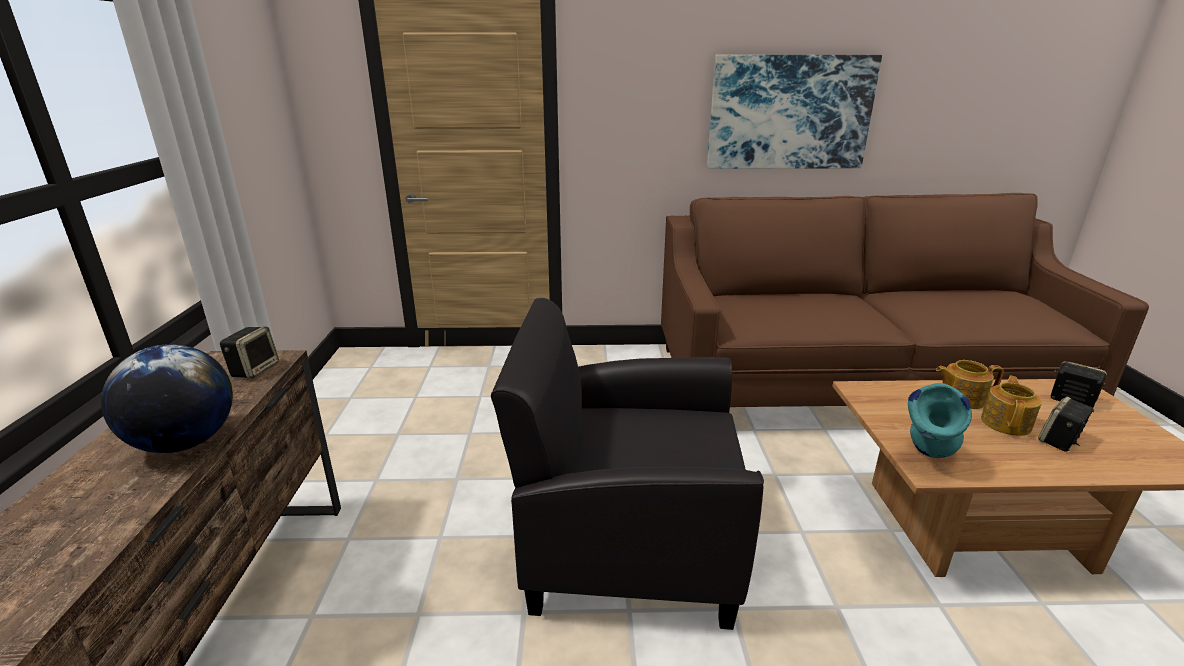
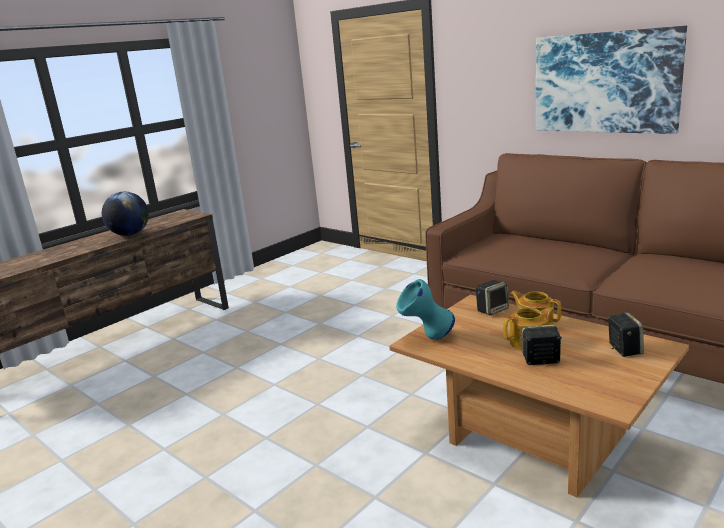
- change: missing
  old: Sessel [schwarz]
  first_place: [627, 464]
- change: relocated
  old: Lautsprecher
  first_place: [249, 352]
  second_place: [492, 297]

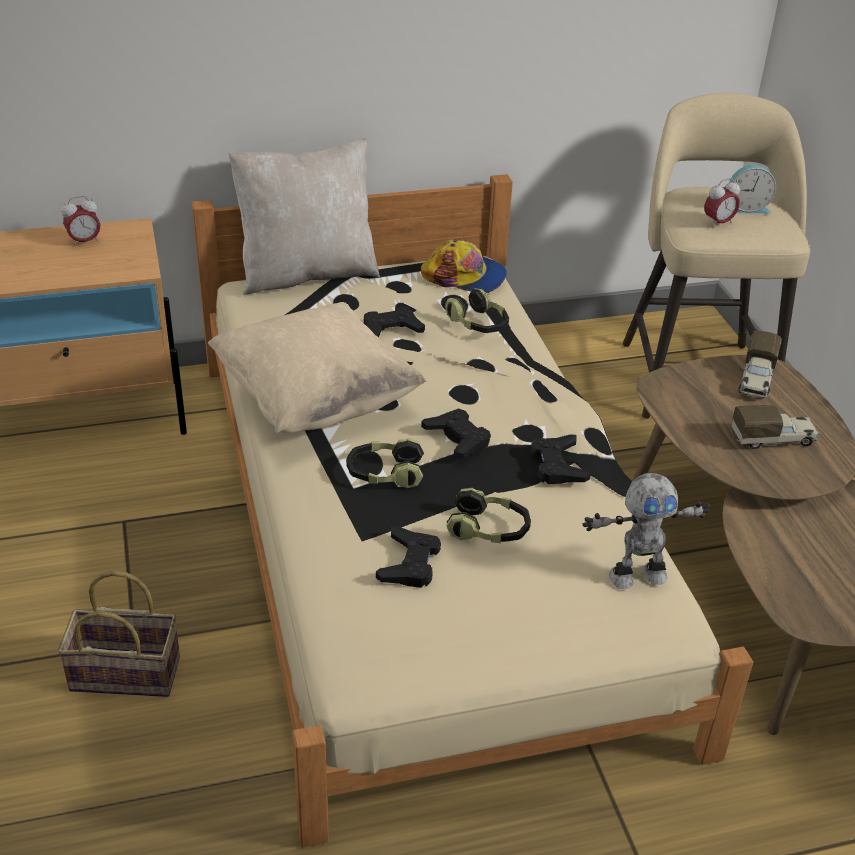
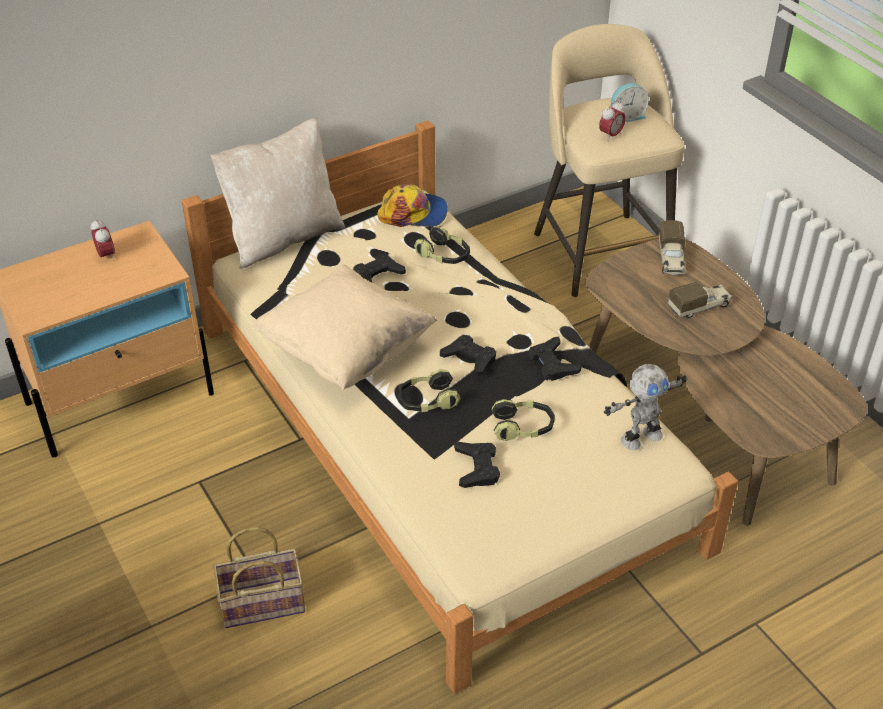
- change: spun
  old: Wecker
  first_place: [81, 221]
  second_place: [103, 240]
  degrees: -75

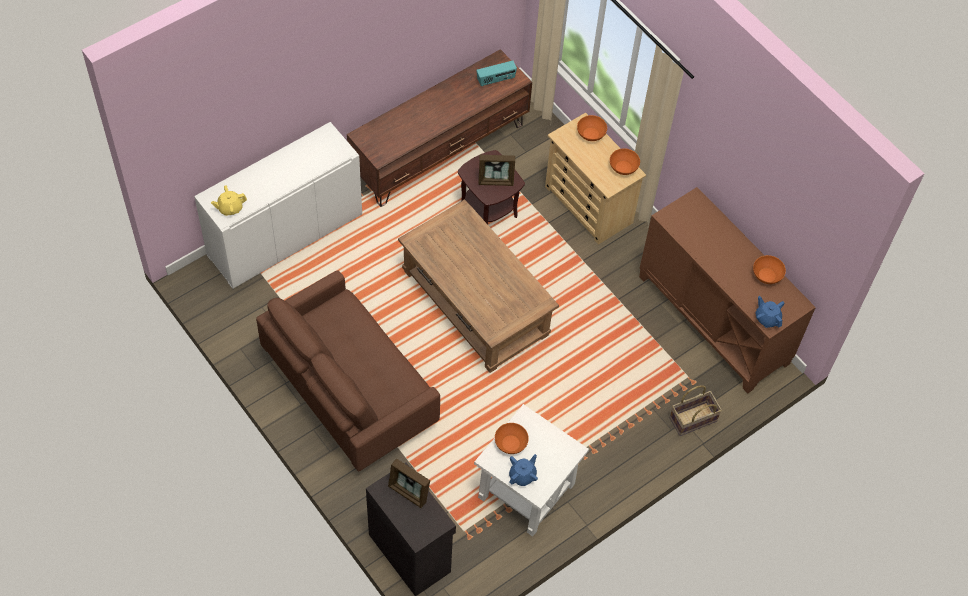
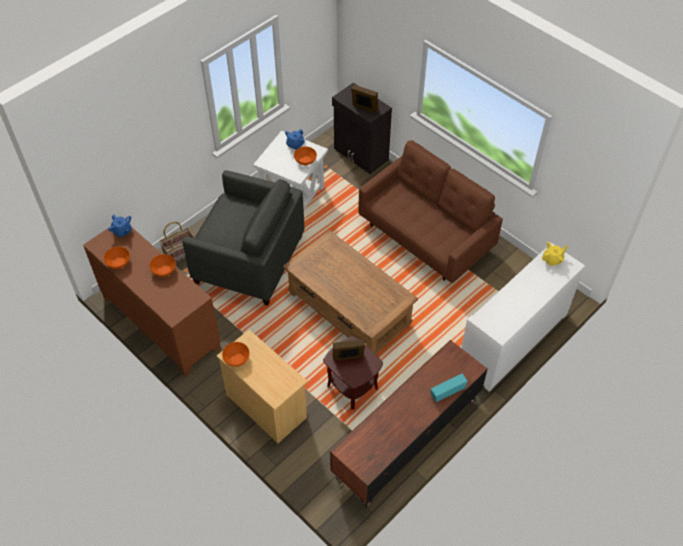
- change: relocated
  old: Radio
  first_place: [496, 73]
  second_place: [449, 388]
- change: relocated
  old: Schüssel [orange]
  first_place: [592, 128]
  second_place: [162, 265]
- change: appeared
  new: Sessel [grau]
  second_place: [243, 238]

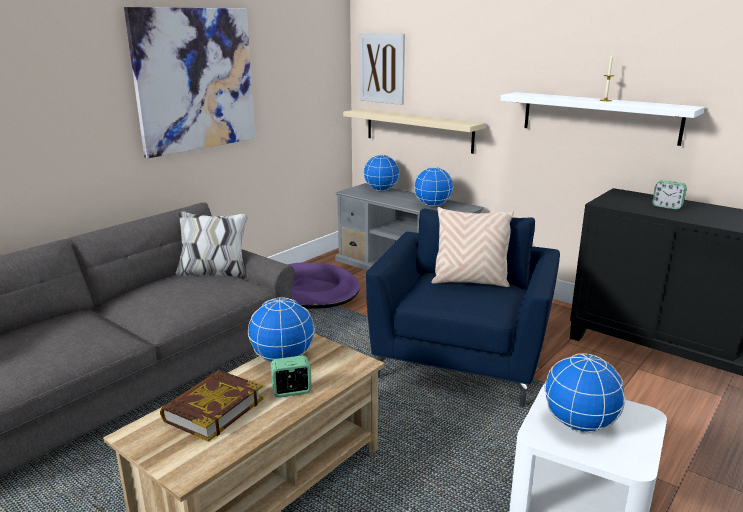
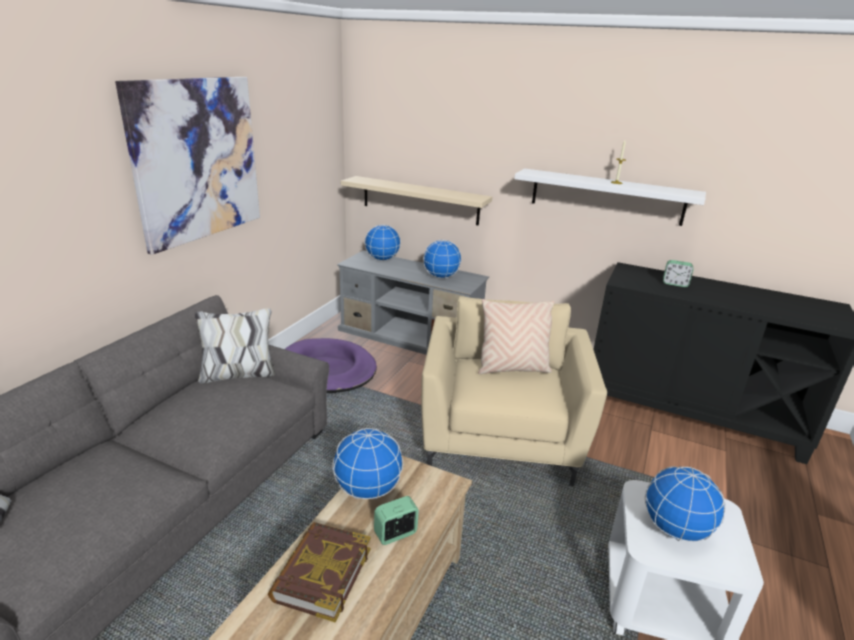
- change: missing
  old: Bild
  first_place: [382, 69]
- change: colour
  old: Sessel [blau]
  new: Sessel [beige]
  first_place: [463, 307]
  second_place: [514, 391]

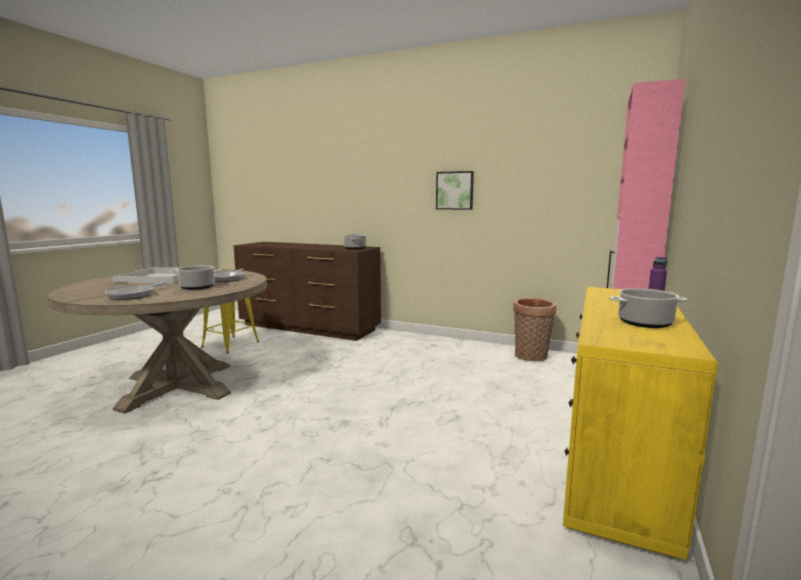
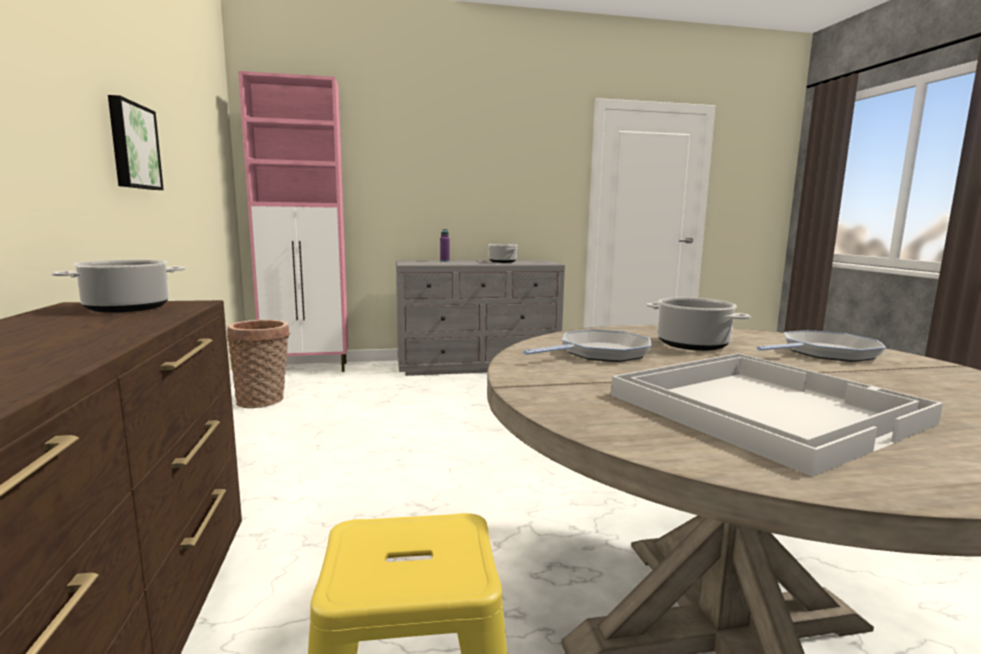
- change: colour
  old: Kommode [gelb]
  new: Kommode [grau]
  first_place: [640, 423]
  second_place: [480, 318]

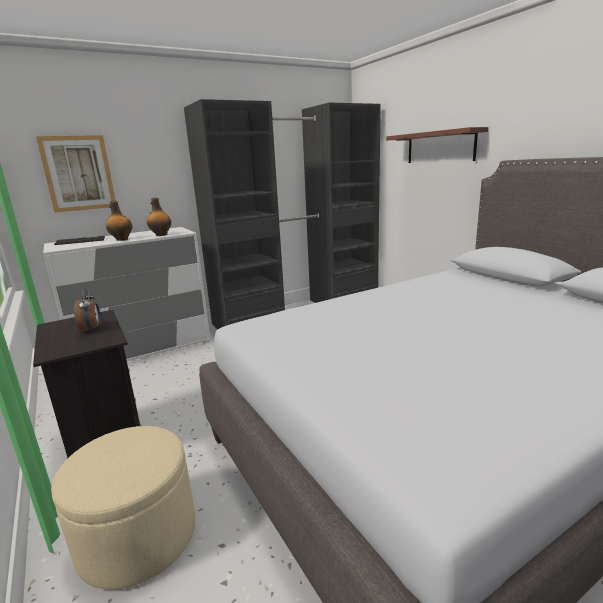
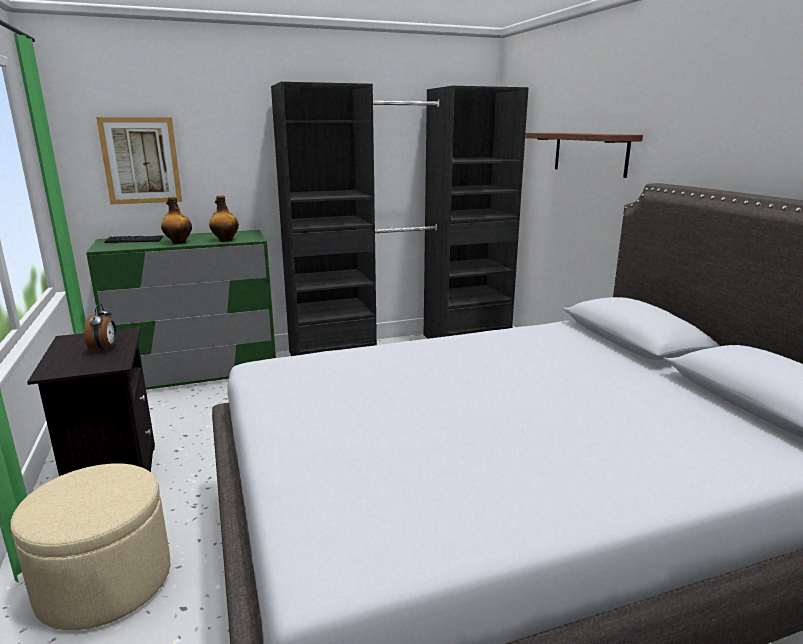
- change: colour
  old: Kommode [weiß]
  new: Kommode [grün]
  first_place: [126, 294]
  second_place: [181, 310]

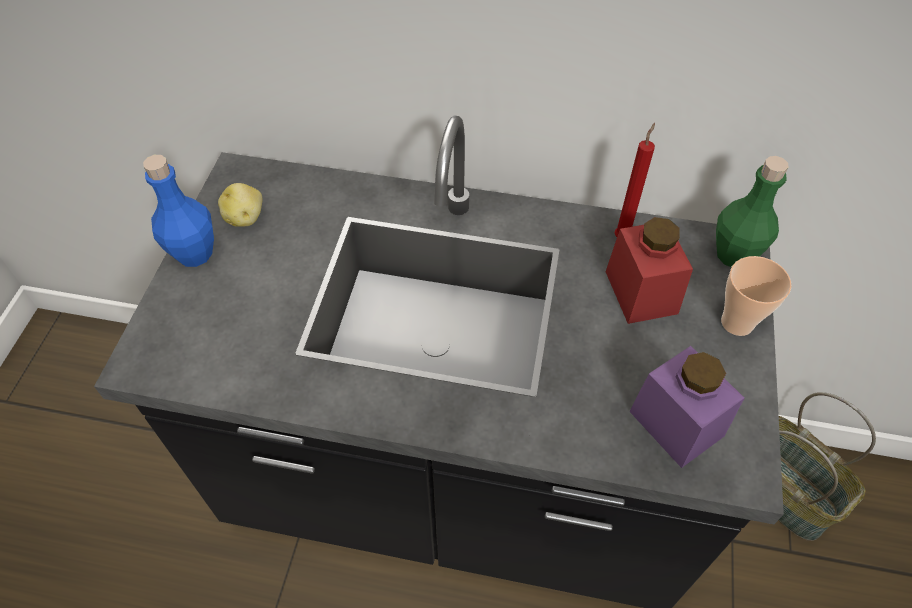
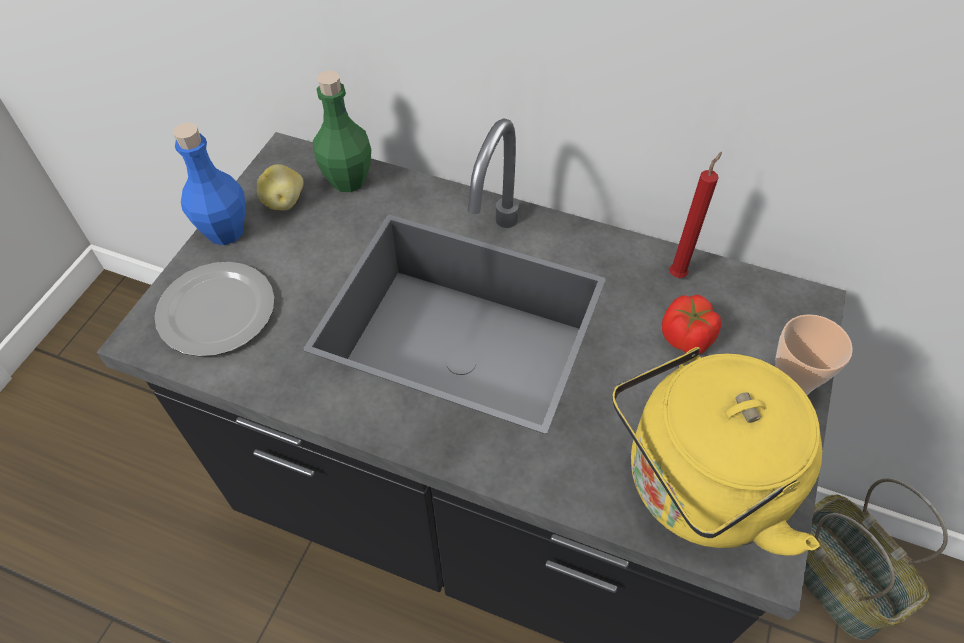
- change: relocated
  old: Flasche [grün]
  first_place: [752, 211]
  second_place: [342, 131]
- change: exchanged
  old: Vorratsglas [rot]
  new: Tomate
  first_place: [649, 270]
  second_place: [691, 324]
- change: exchanged
  old: Vorratsglas [lila]
  new: Wasserkessel [gelb]
  first_place: [686, 407]
  second_place: [717, 451]
- change: appeared
  new: Teller
  second_place: [214, 309]

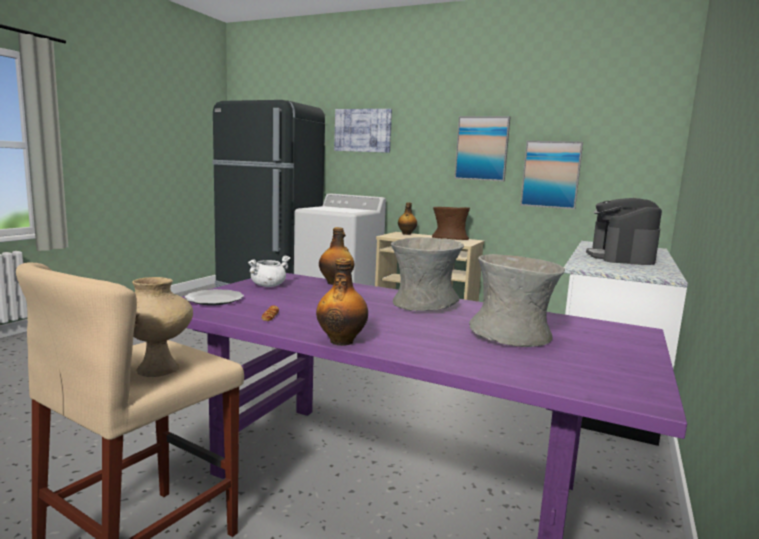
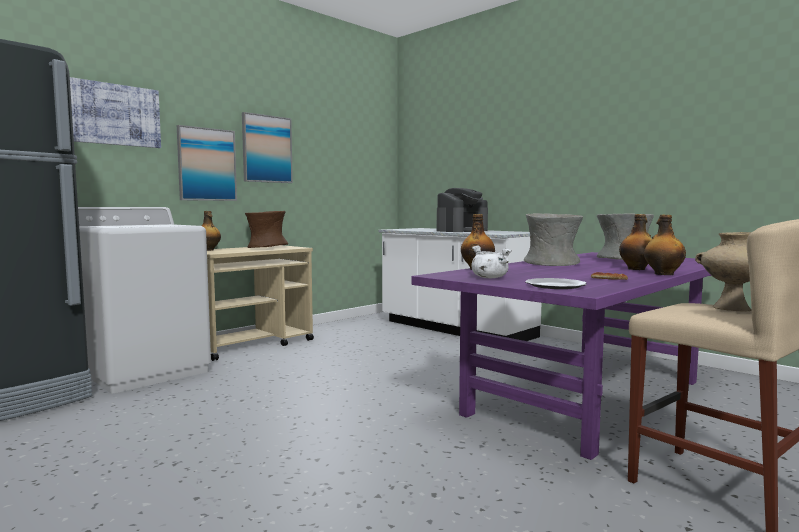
- change: relocated
  old: Bild
  first_place: [551, 175]
  second_place: [207, 163]
- change: spun
  old: Kaffeemaschine
  first_place: [624, 231]
  second_place: [462, 210]
  degrees: -75
- change: appeared
  new: Flasche
  second_place: [635, 242]

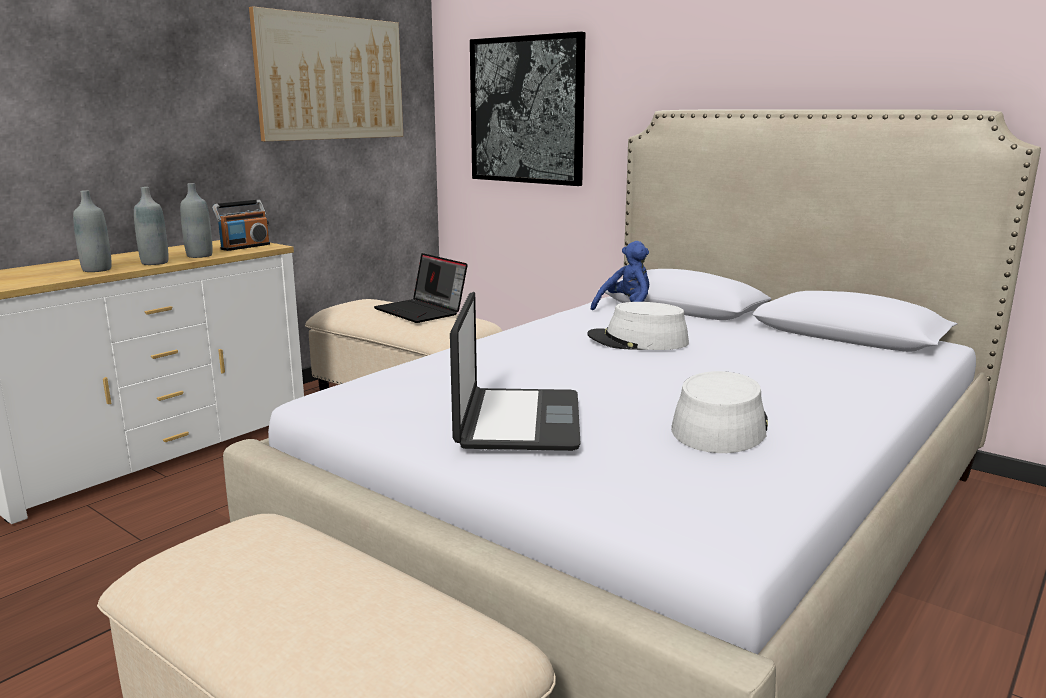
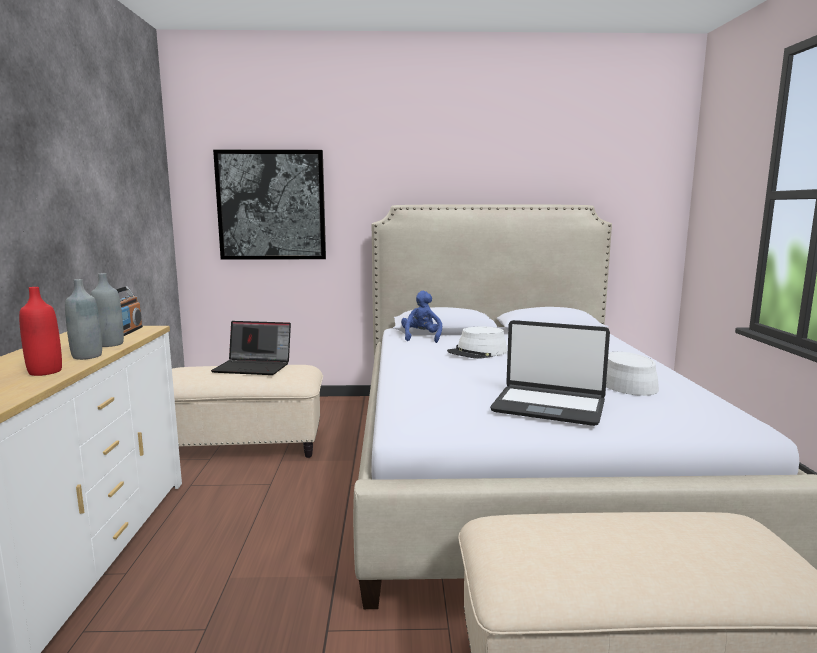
- change: missing
  old: Bild
  first_place: [326, 74]
- change: colour
  old: Flasche [grau]
  new: Flasche [rot]
  first_place: [92, 231]
  second_place: [40, 331]
- change: spun
  old: Laptop
  first_place: [515, 371]
  second_place: [550, 373]
  degrees: 150

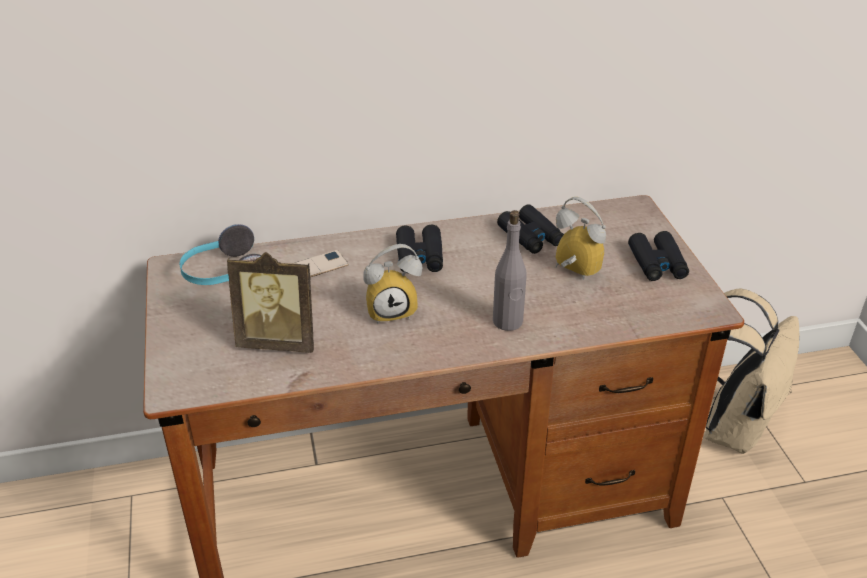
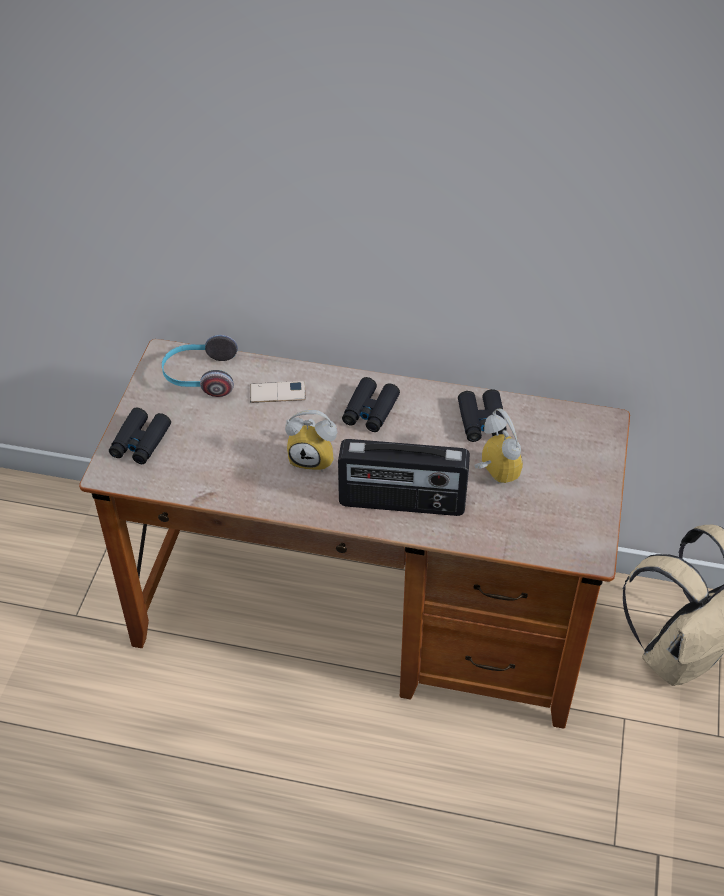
- change: exchanged
  old: Flasche [grau]
  new: Radio
  first_place: [510, 270]
  second_place: [404, 477]
- change: relocated
  old: Fernglas [schwarz]
  first_place: [658, 256]
  second_place: [140, 436]
- change: missing
  old: Bilderrahmen
  first_place: [270, 302]

